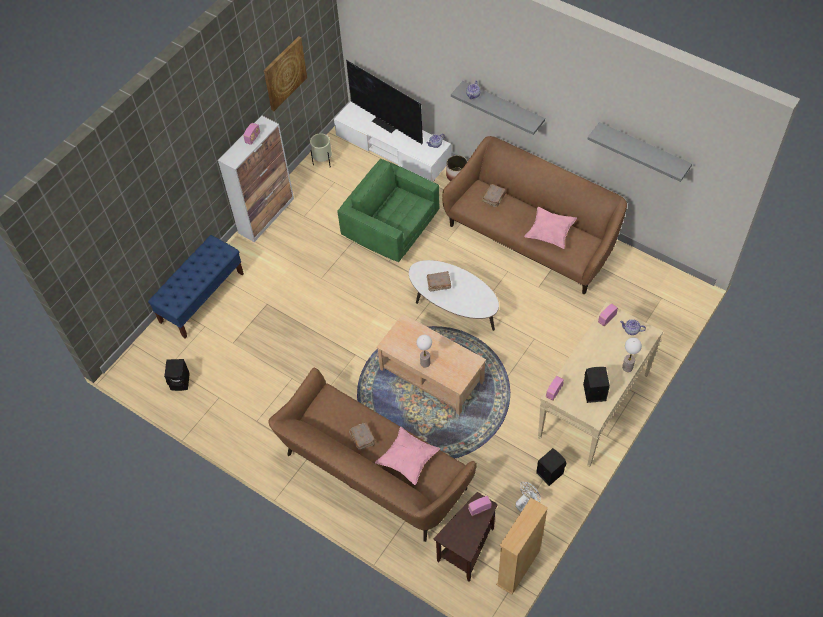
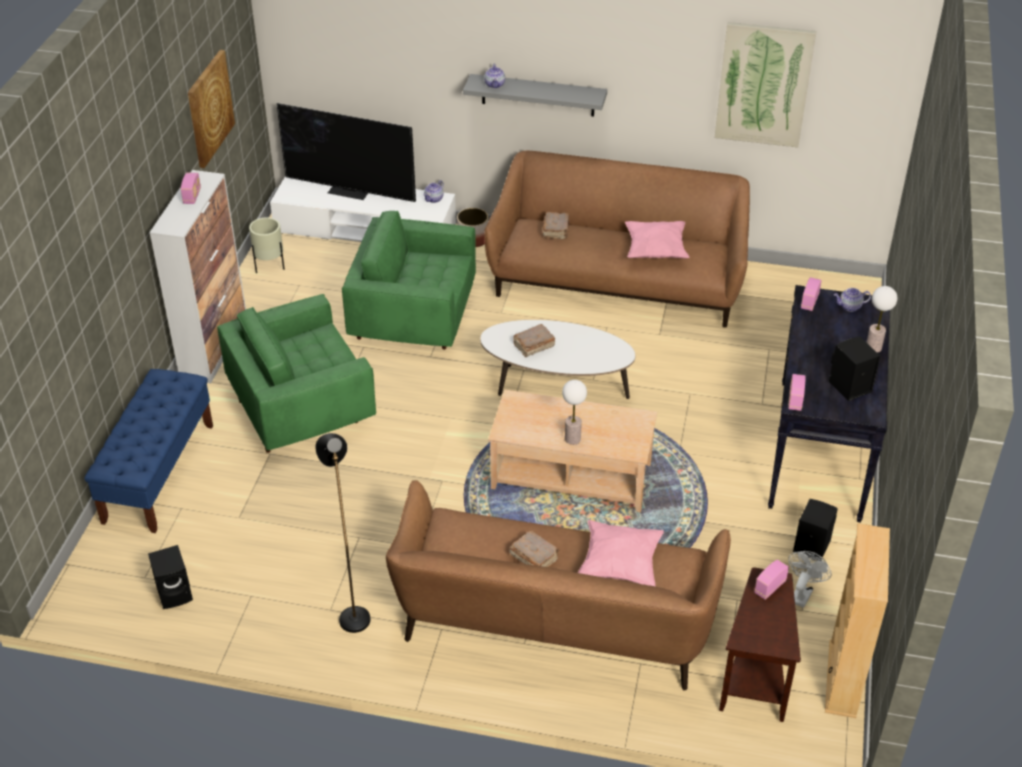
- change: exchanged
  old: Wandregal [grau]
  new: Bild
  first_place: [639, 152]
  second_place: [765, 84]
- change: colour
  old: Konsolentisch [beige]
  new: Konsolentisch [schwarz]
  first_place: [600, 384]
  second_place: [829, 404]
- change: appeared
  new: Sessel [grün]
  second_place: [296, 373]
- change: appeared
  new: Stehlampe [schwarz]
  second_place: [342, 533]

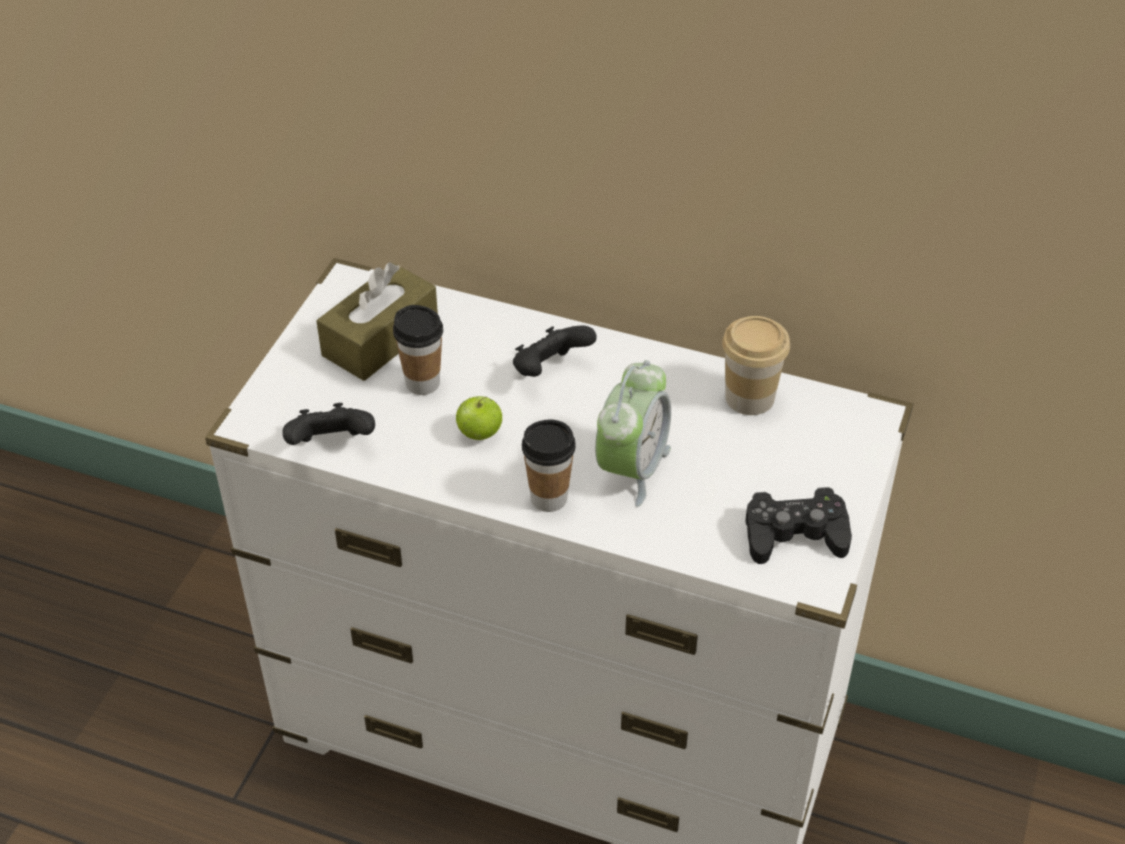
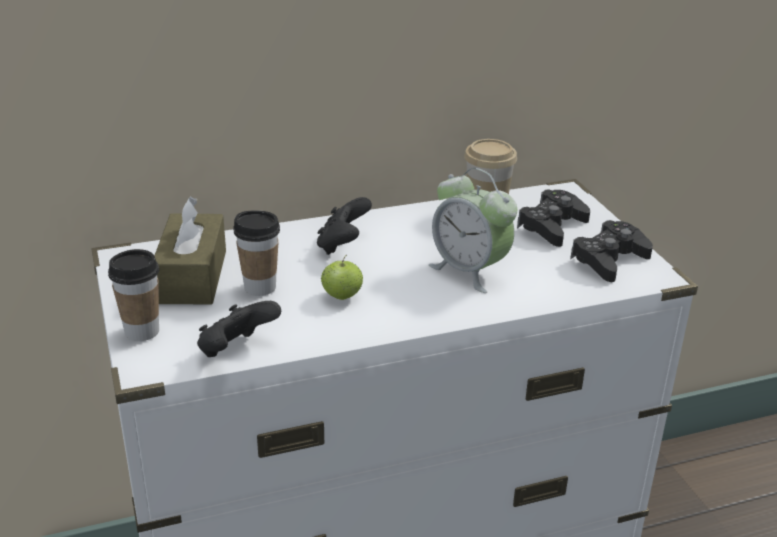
- change: spun
  old: Wecker
  first_place: [633, 433]
  second_place: [473, 230]
  degrees: 150
- change: relocated
  old: Tasse
  first_place: [549, 465]
  second_place: [133, 295]
- change: appeared
  new: Gamepad [schwarz]
  second_place: [553, 218]

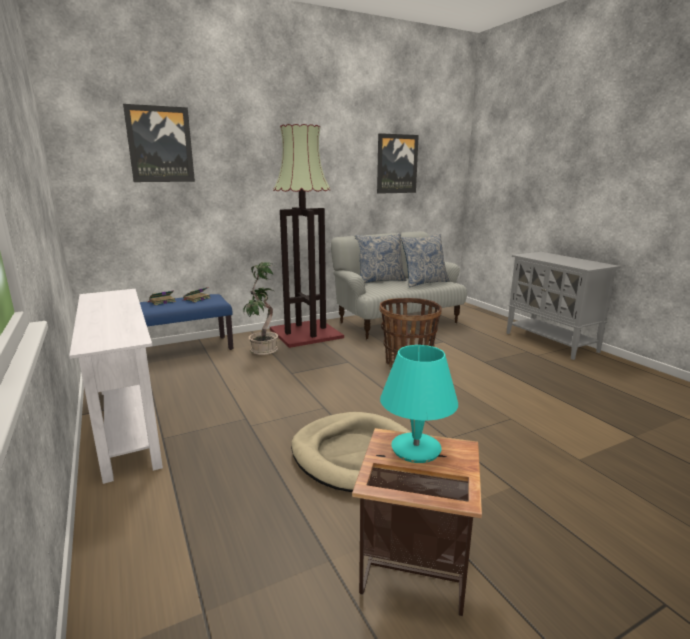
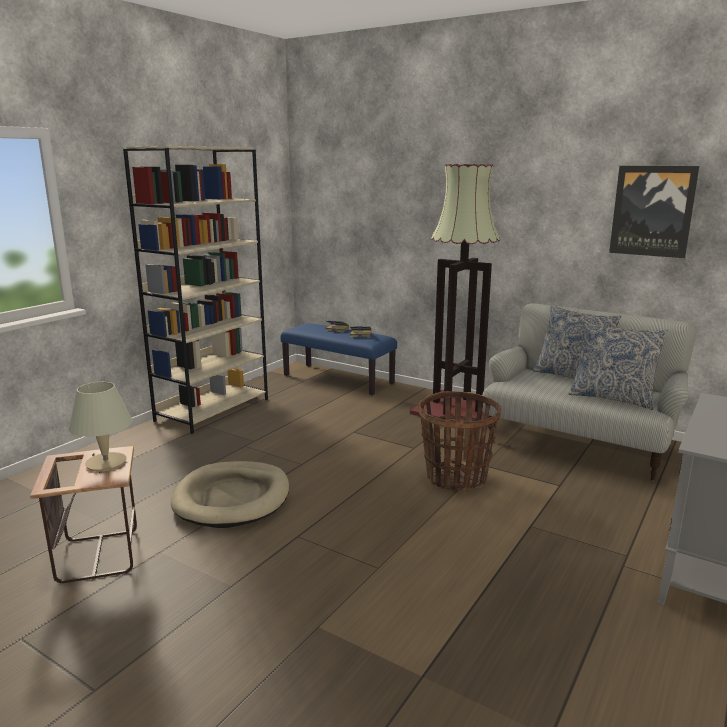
- change: missing
  old: Bild
  first_place: [159, 143]
- change: missing
  old: Topfpflanze
  first_place: [261, 308]
- change: exchanged
  old: Konsolentisch [weiß]
  new: Bücherregal [beige]
  first_place: [116, 386]
  second_place: [195, 290]
- change: colour
  old: Tischlampe [türkis]
  new: Tischlampe [beige]
  first_place: [419, 404]
  second_place: [100, 427]

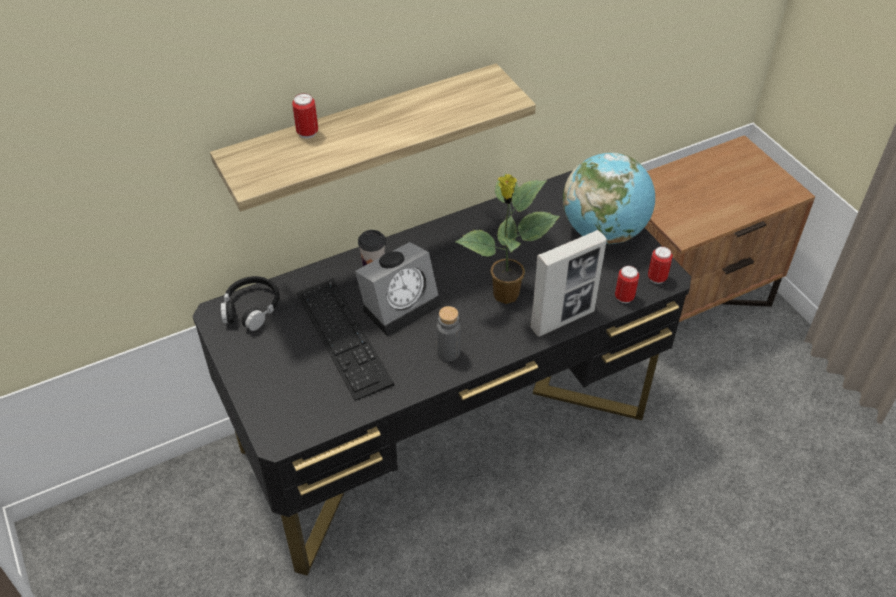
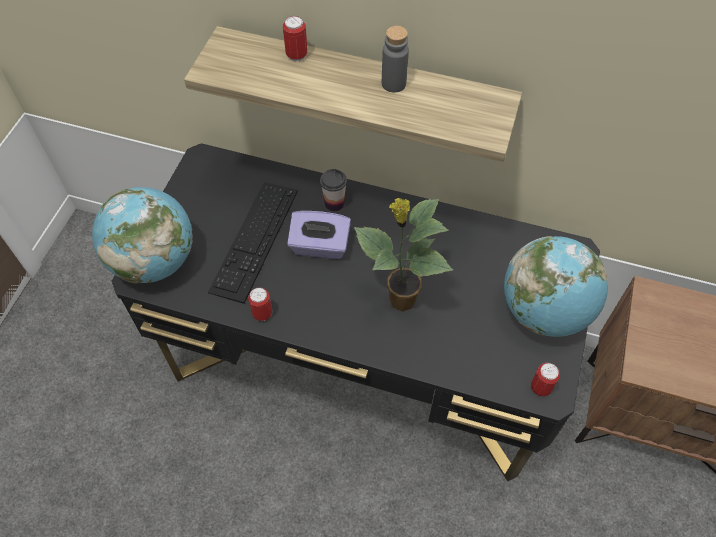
- change: missing
  old: Bilderrahmen
  first_place: [568, 283]
- change: exchanged
  old: Wecker
  new: Taschentuchbox [lila]
  first_place: [398, 289]
  second_place: [319, 235]
- change: relocated
  old: Dose
  first_place: [627, 284]
  second_place: [260, 304]
- change: missing
  old: Kopfhörer [schwarz]
  first_place: [250, 303]
- change: relocated
  old: Flasche [grau]
  first_place: [449, 333]
  second_place: [395, 59]
- change: appeared
  new: Globus
  second_place: [142, 235]

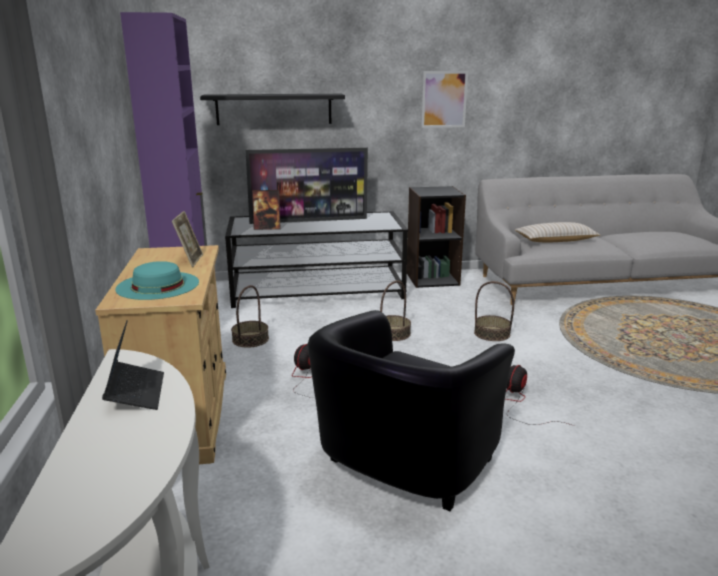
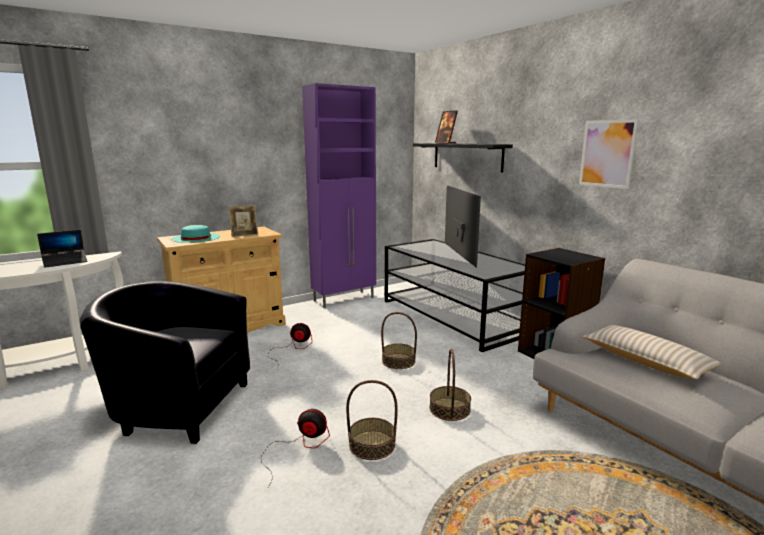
- change: spun
  old: Fernseher
  first_place: [307, 186]
  second_place: [463, 227]
  degrees: -150
- change: relocated
  old: Bilderrahmen
  first_place: [266, 210]
  second_place: [446, 127]
- change: relocated
  old: Korb
  first_place: [250, 316]
  second_place: [372, 420]

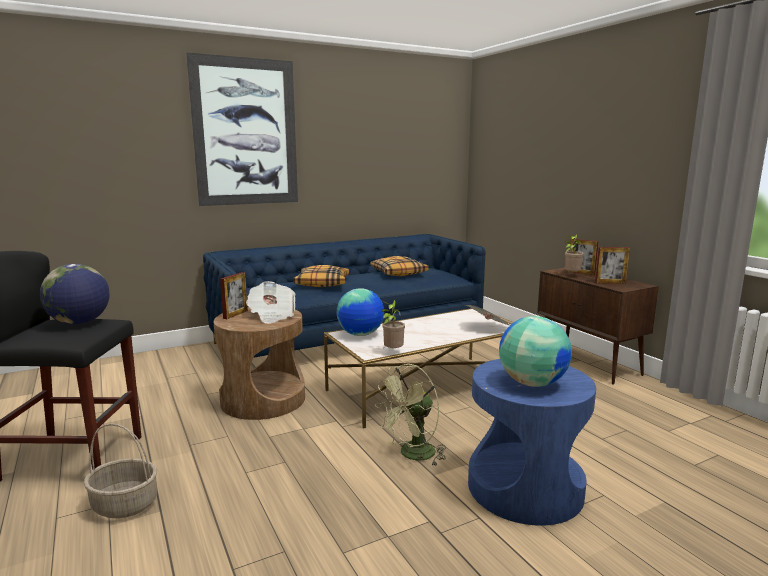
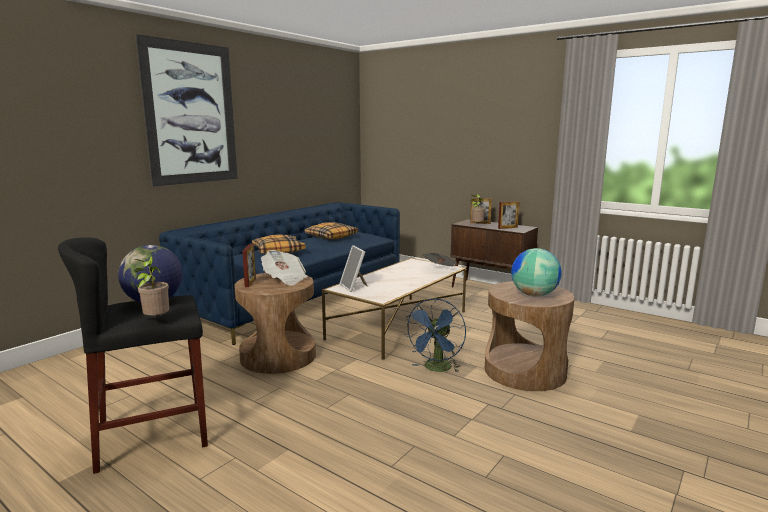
- change: exchanged
  old: Globus
  new: Bilderrahmen
  first_place: [360, 312]
  second_place: [354, 268]
- change: relocated
  old: Topfpflanze
  first_place: [393, 324]
  second_place: [152, 287]
- change: colour
  old: Beistelltisch [blau]
  new: Beistelltisch [braun]
  first_place: [532, 442]
  second_place: [529, 336]
- change: colour
  old: Ventilator [grün]
  new: Ventilator [blau]
  first_place: [410, 415]
  second_place: [435, 335]
- change: missing
  old: Korb
  first_place: [120, 470]

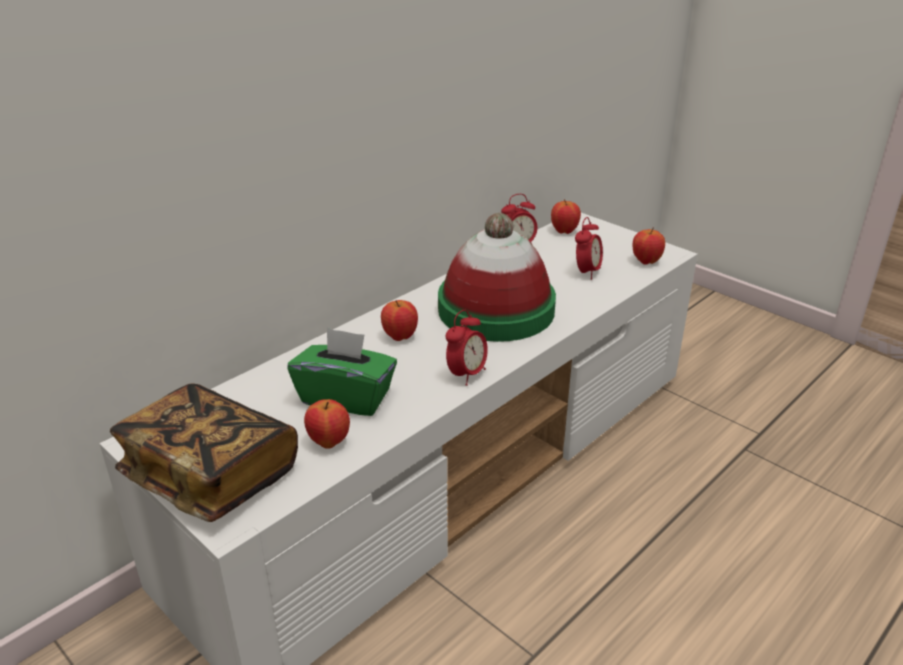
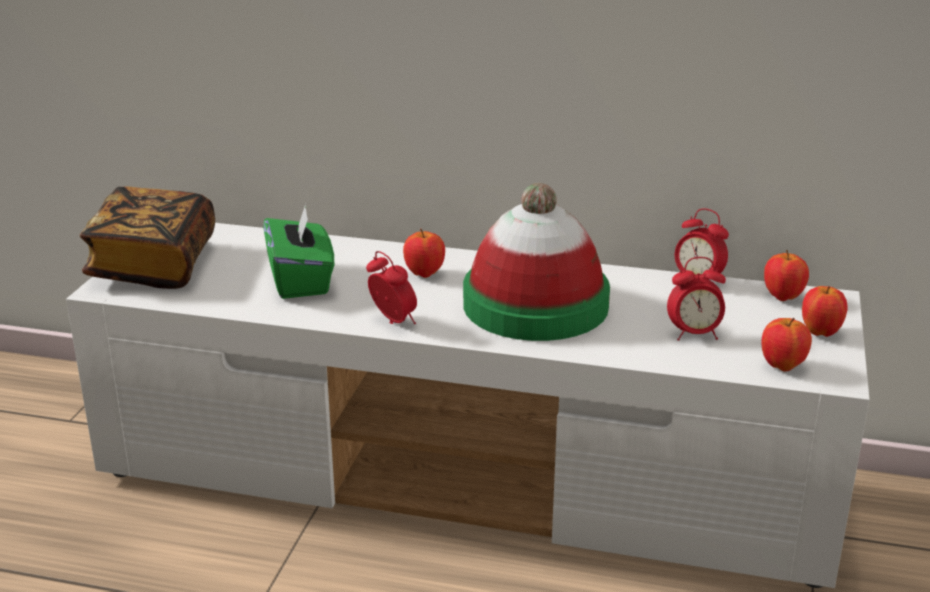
- change: spun
  old: Wecker
  first_place: [466, 348]
  second_place: [391, 287]
  degrees: -135
- change: relocated
  old: Apfel
  first_place: [327, 424]
  second_place: [825, 311]

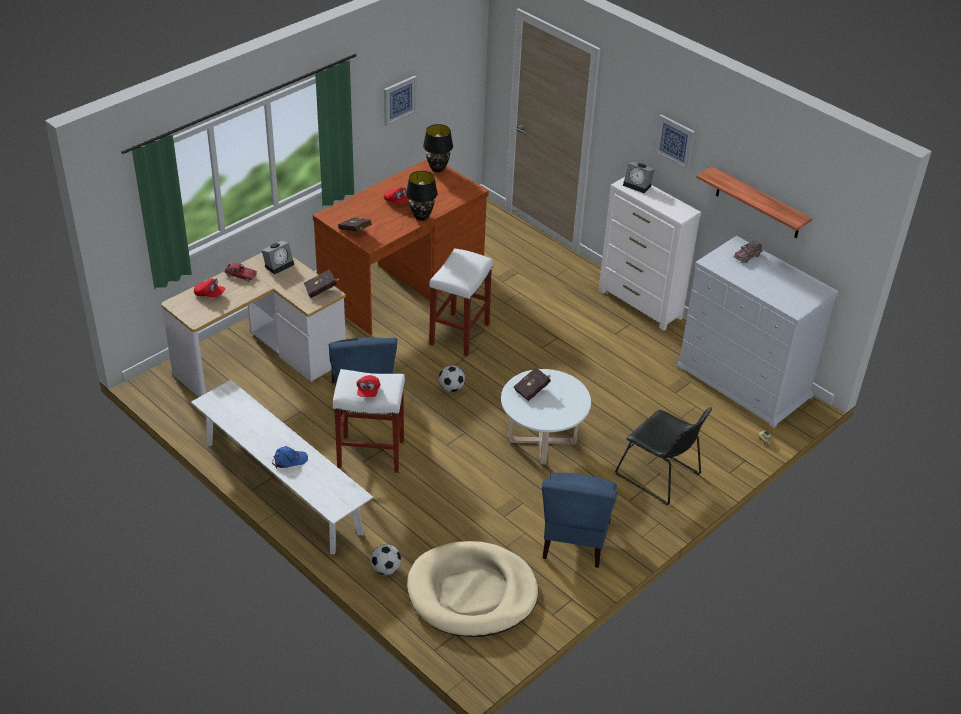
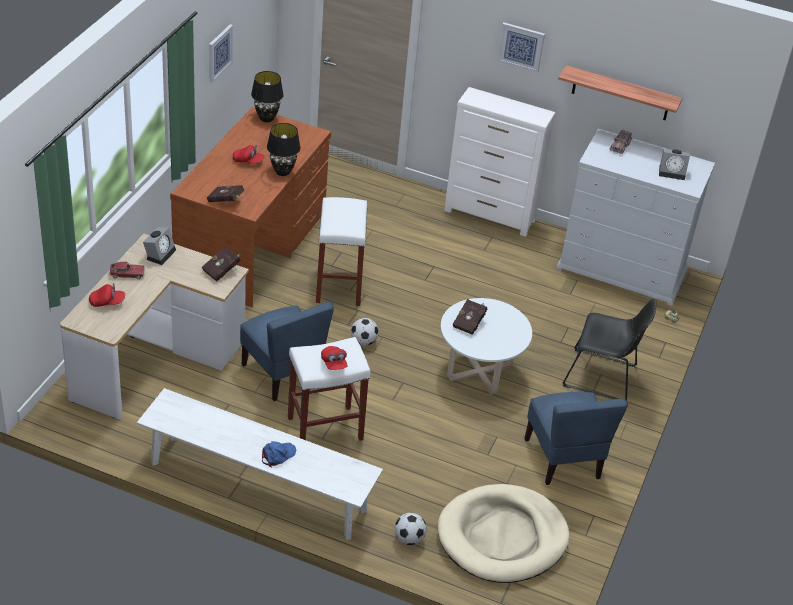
- change: relocated
  old: Wecker
  first_place: [639, 177]
  second_place: [674, 164]

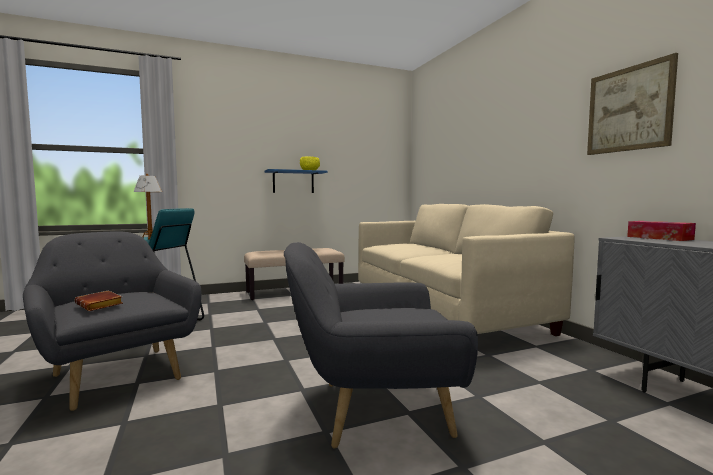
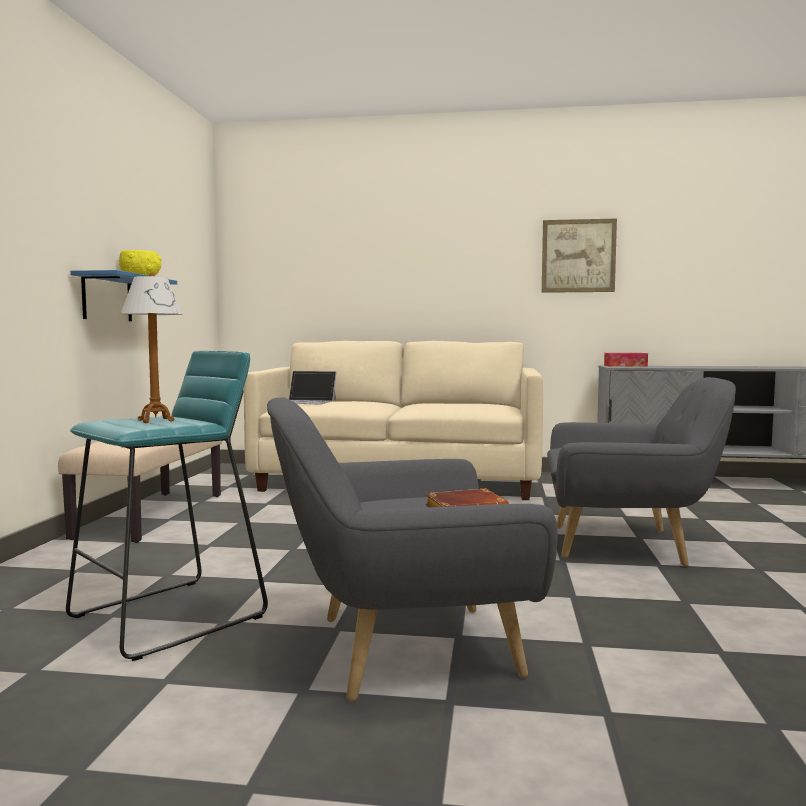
- change: spun
  old: Sessel [grau]
  first_place: [381, 345]
  second_place: [641, 472]
  degrees: -105
- change: appeared
  new: Laptop
  second_place: [312, 387]

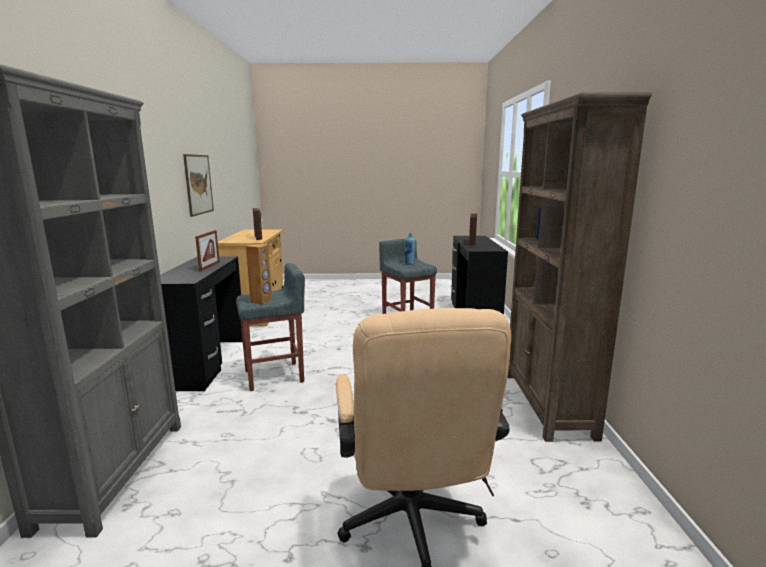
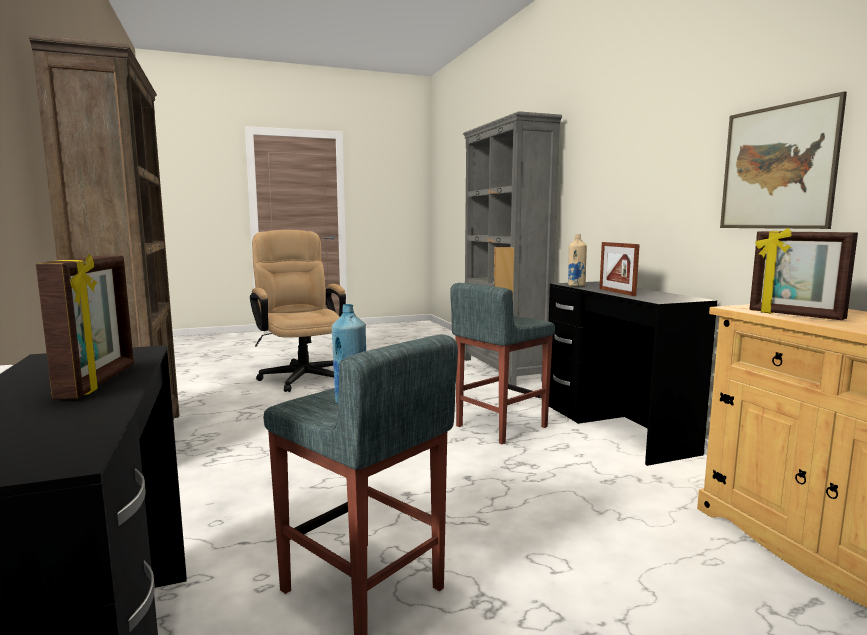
- change: appeared
  new: Flasche [beige]
  second_place: [577, 260]

